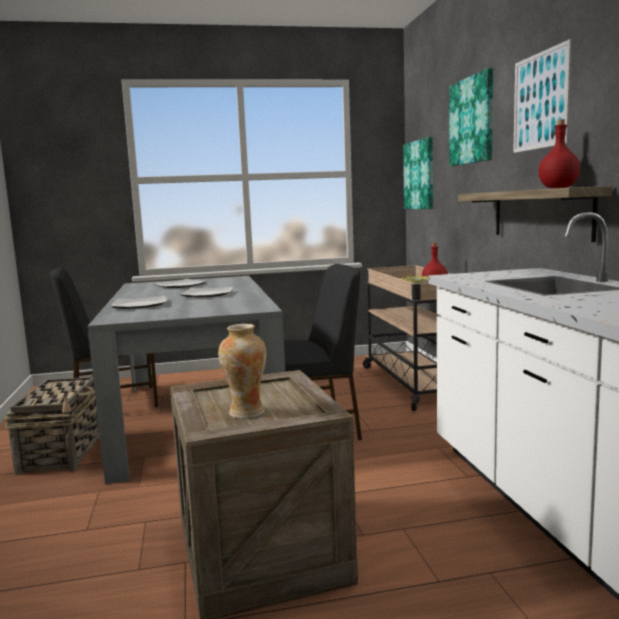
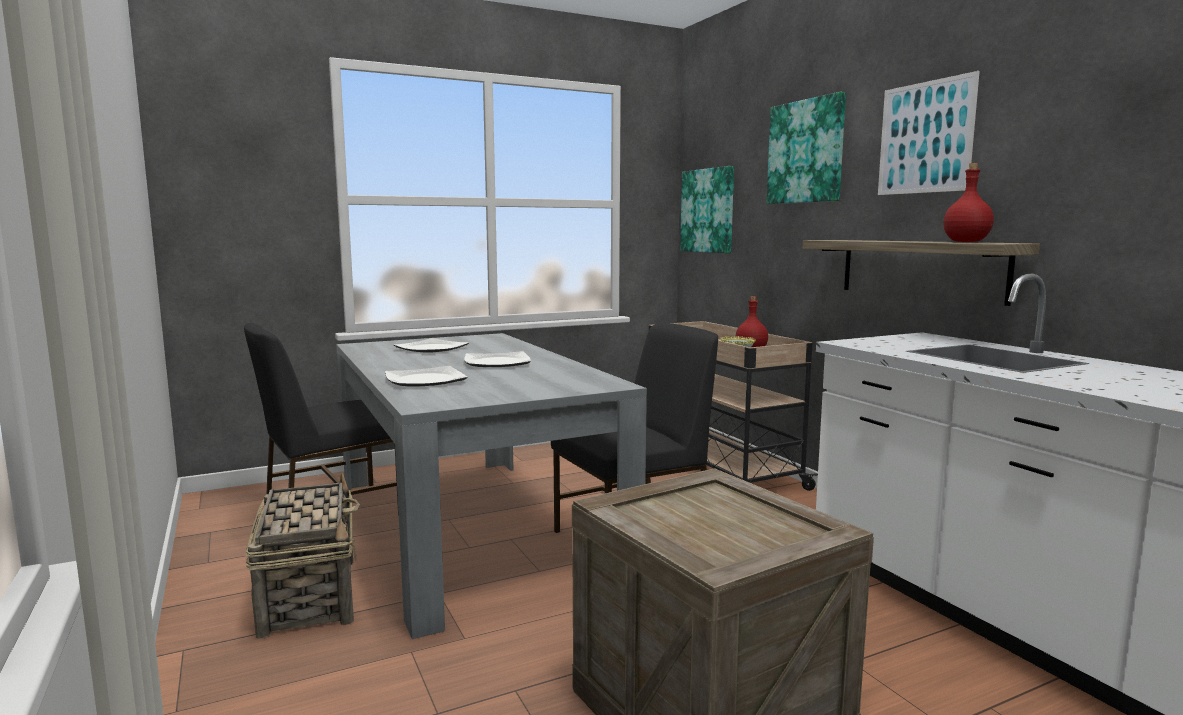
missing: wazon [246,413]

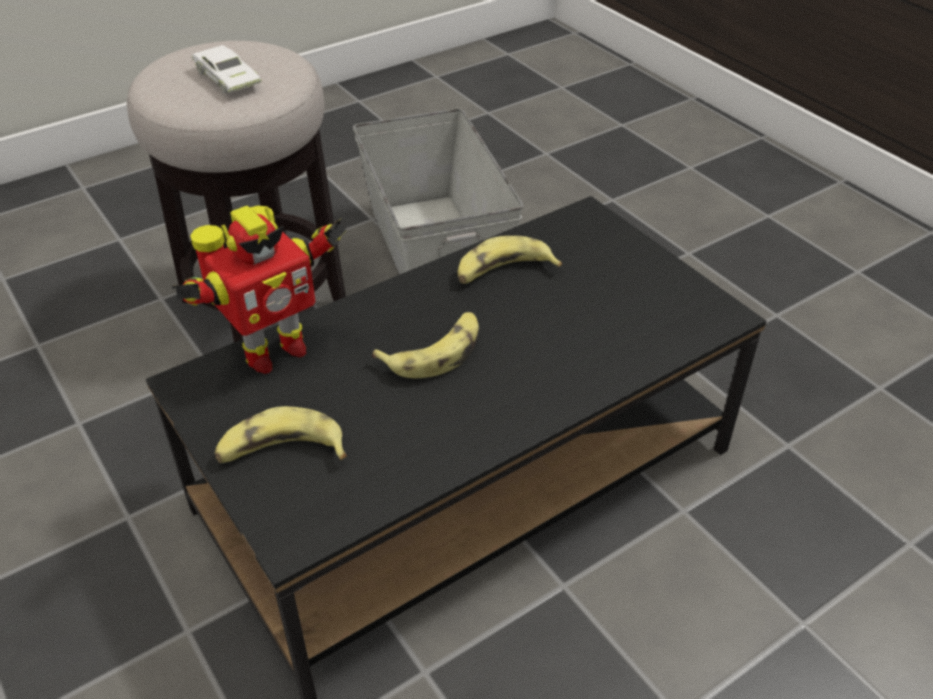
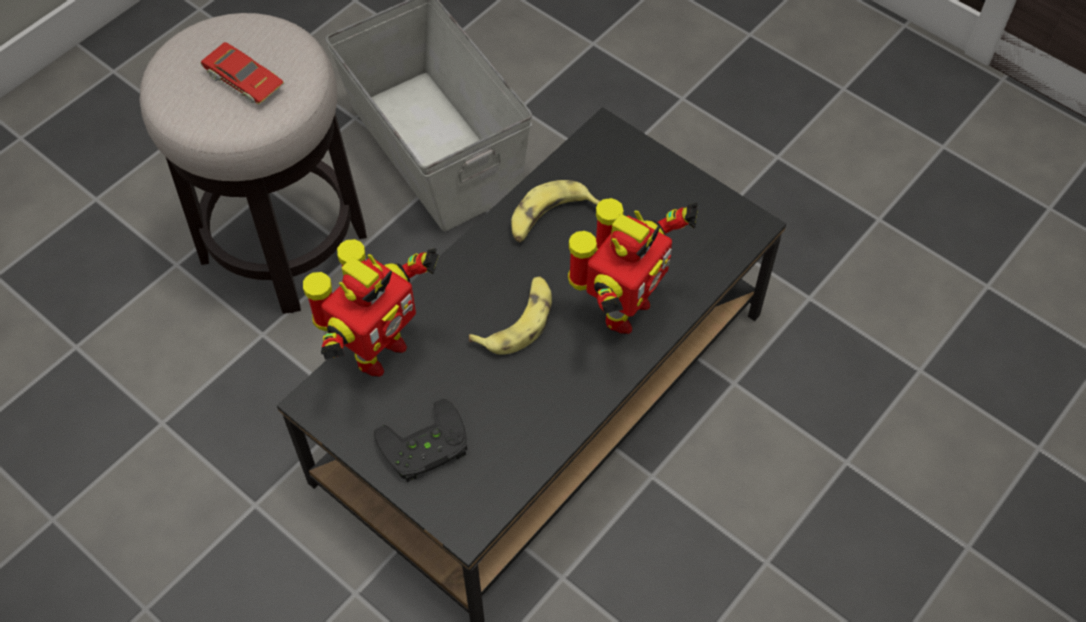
appeared: robot zabawkowy [621,311]
exchanged: banan [281,451] to pad do gier [czarny] [425,449]
colour: samochodzik [biały] [228,78] to samochodzik [czerwony] [244,80]

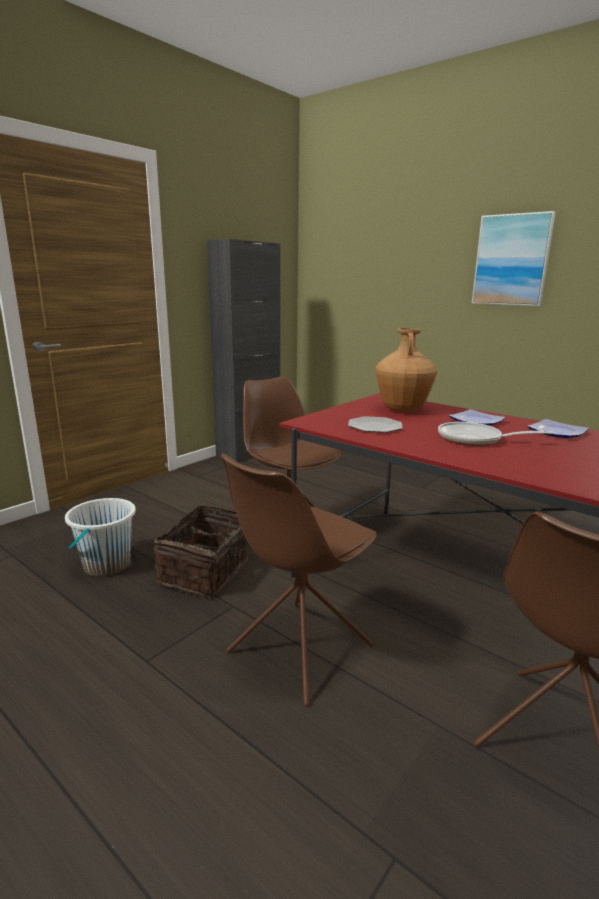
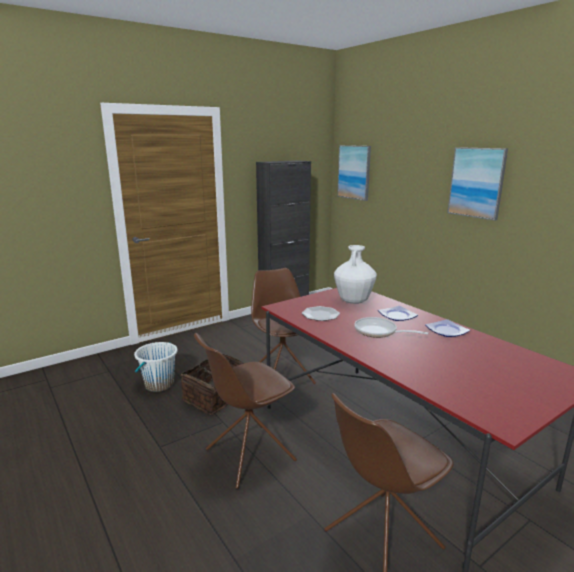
appeared: obraz [354,172]
colour: wazon [brązowy] [402,410] to wazon [biały] [353,301]

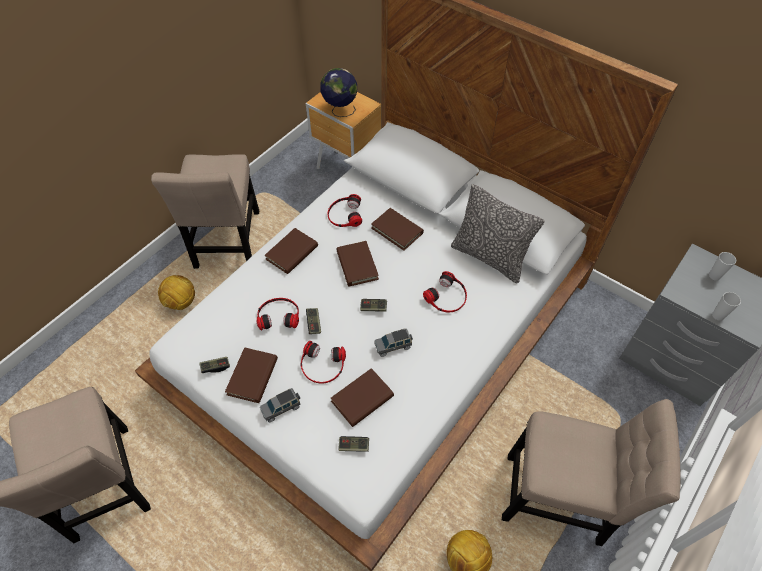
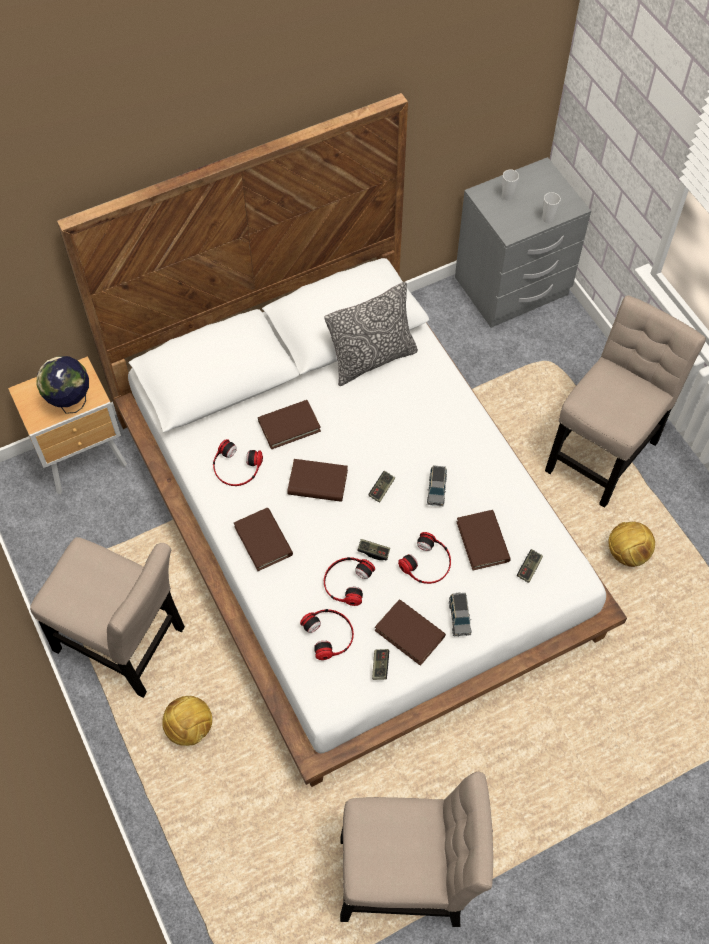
relocated: słuchawki [447,297] to [329,634]

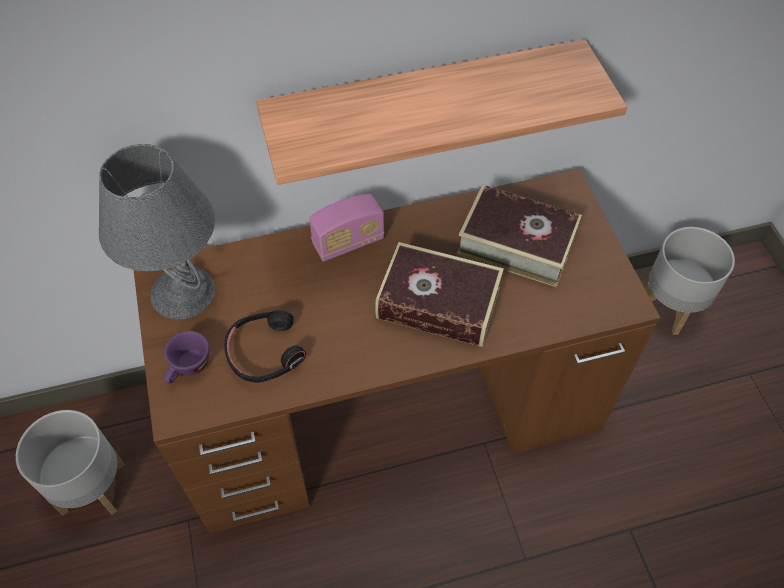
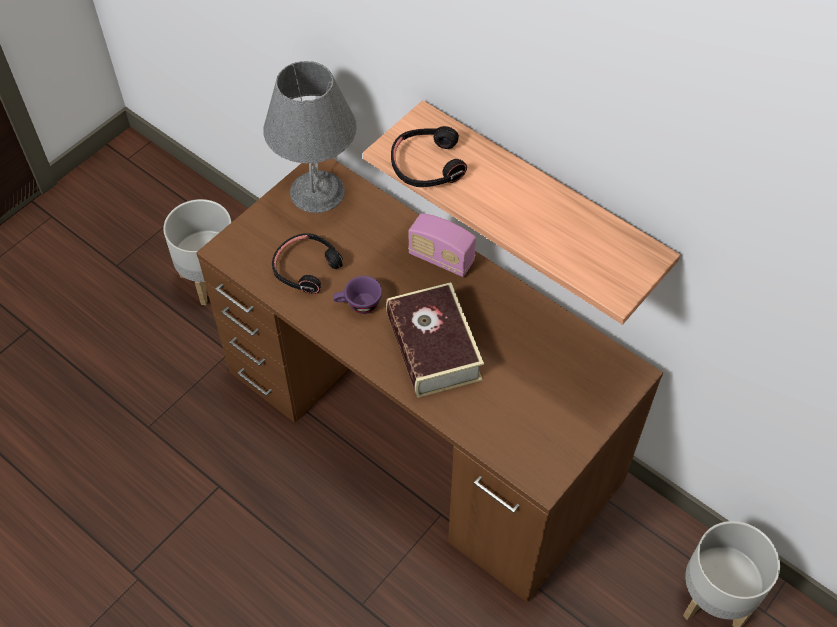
missing: książka [516,244]
appeared: słuchawki [czarny] [427,165]
relocated: filiżanka [fioletowy] [188,368] to [358,305]

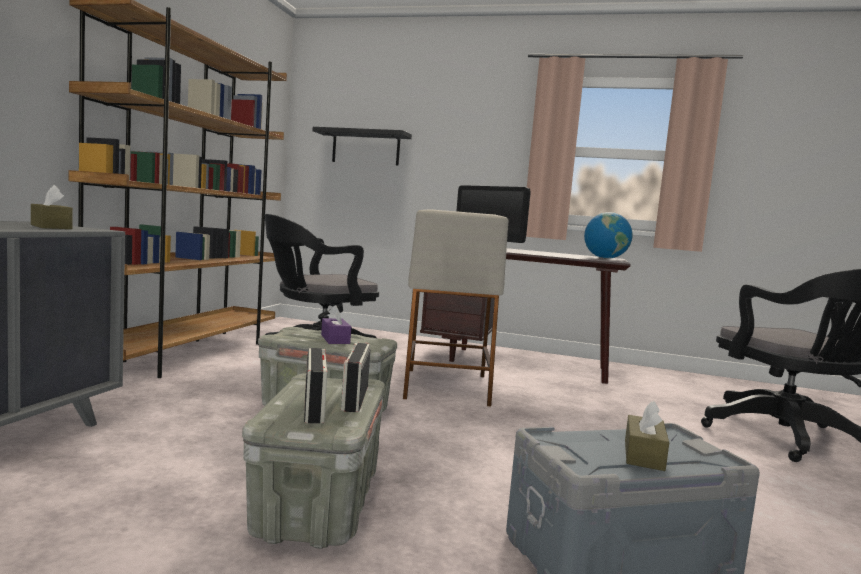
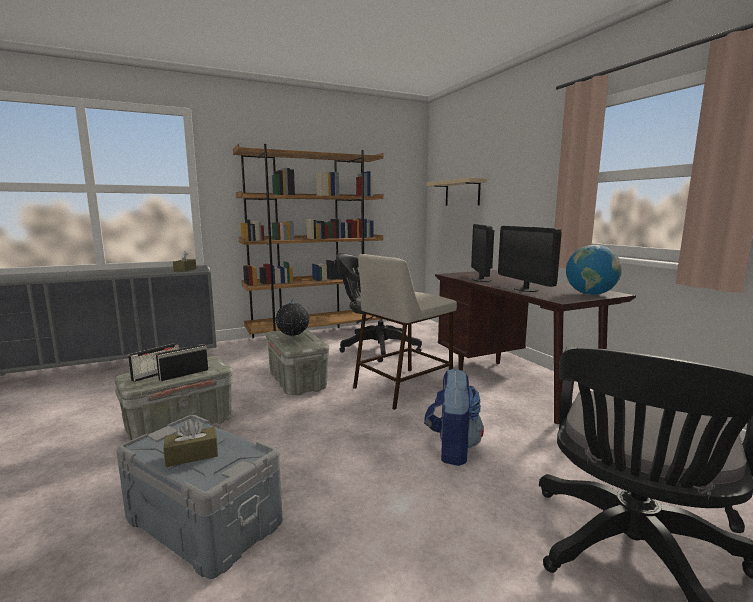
appeared: plecak [452,449]; monitor [526,289]
exchanged: pudełko chusteczek [fioletowy] [335,339] to globus [293,339]
colour: półka [czarny] [366,148] to półka [beżowy] [462,193]

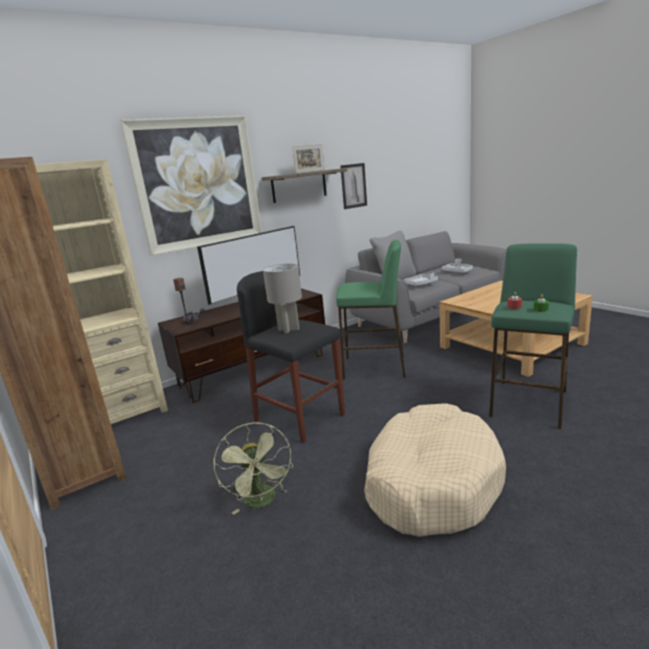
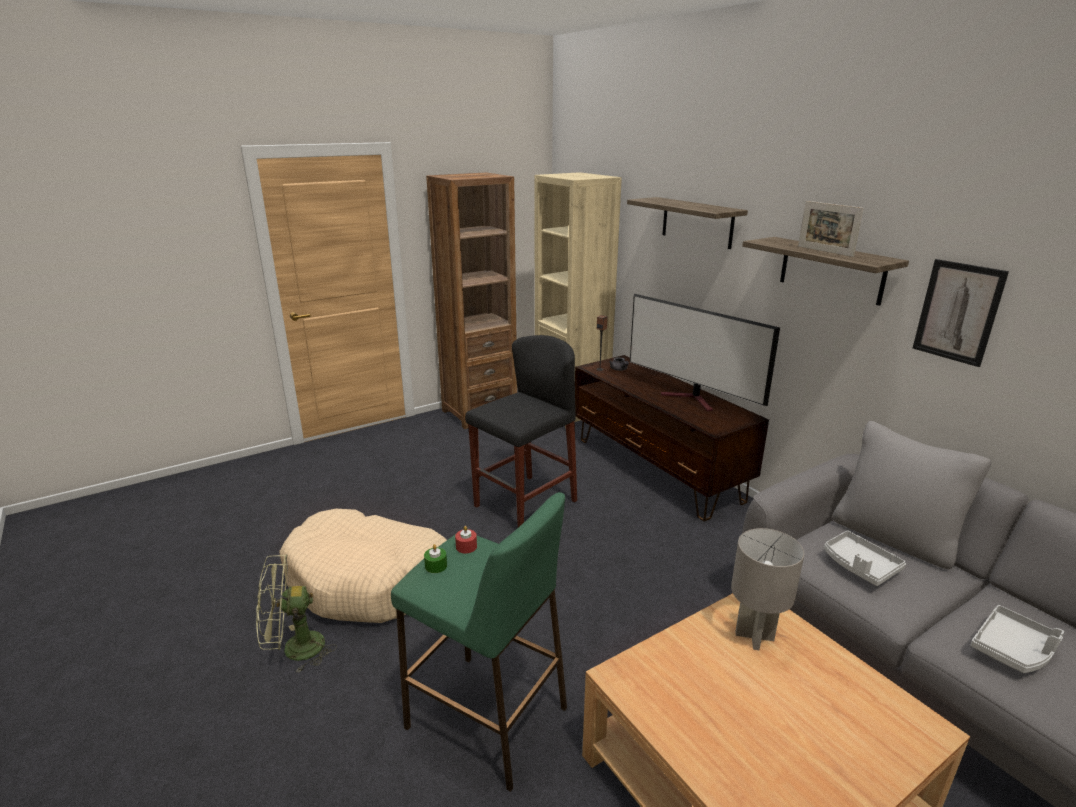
missing: stołek [zielony] [375,367]
relocated: wentylator [zielony] [262,502] to [294,650]; lampa stołowa [szary] [288,329] to [753,636]
exchanged: obraz [197,184] to półka [697,222]

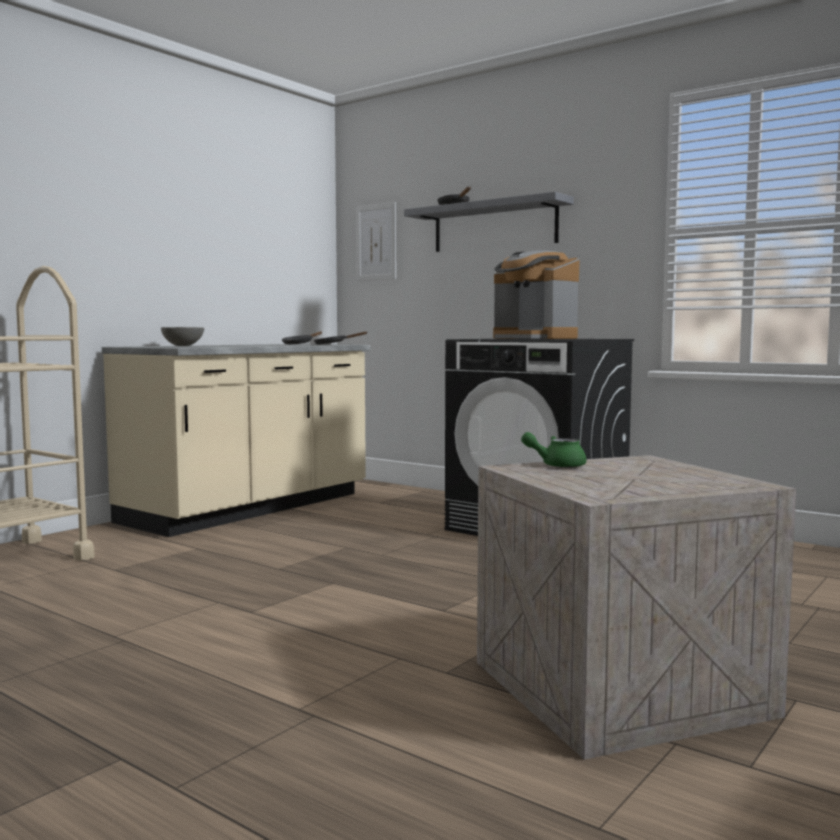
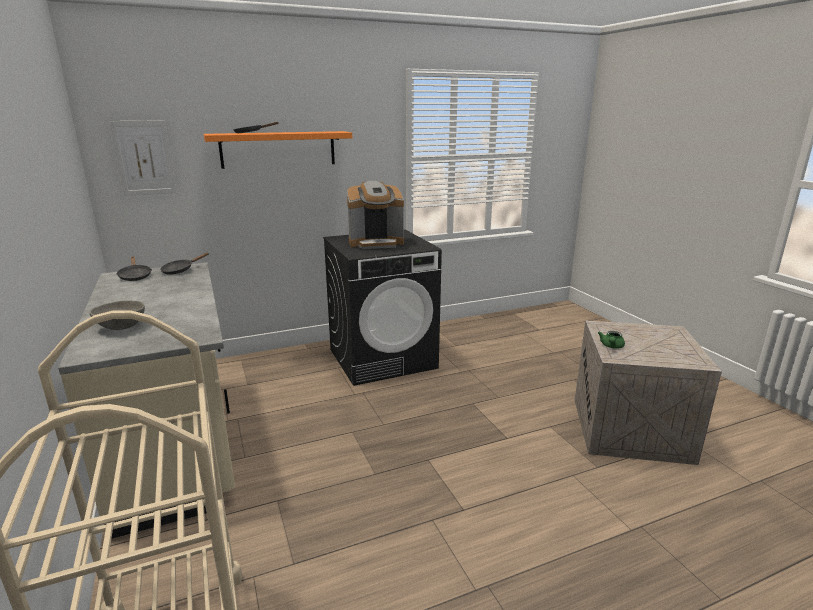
colour: półka [szary] [494,226] to półka [pomarańczowy] [278,149]

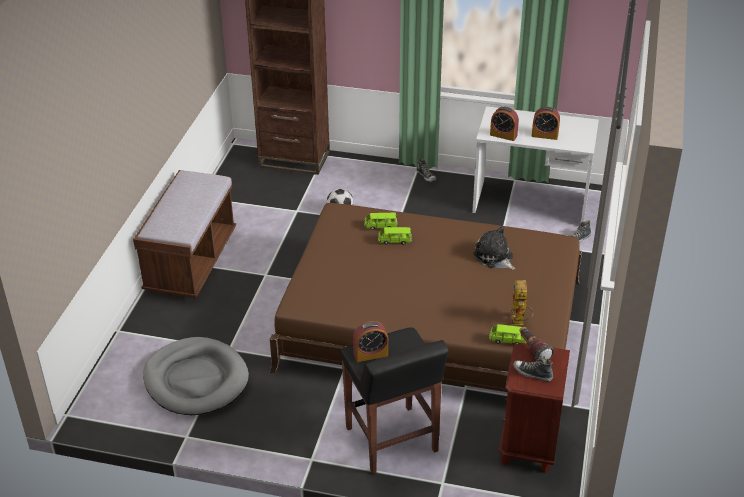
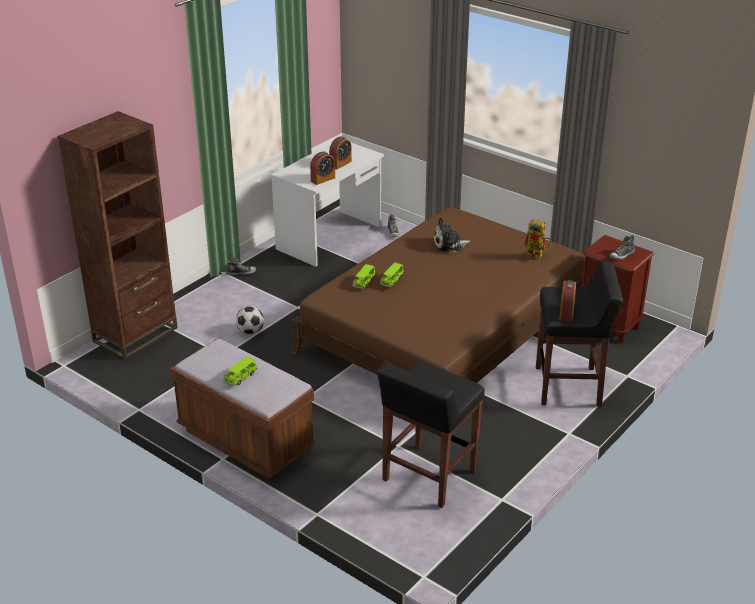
missing: latarka [533,350]
relocated: samochodzik [zielony] [507,340] to [240,377]
exchanged: legowisko [szary] [196,380] to stołek [czarny] [428,476]

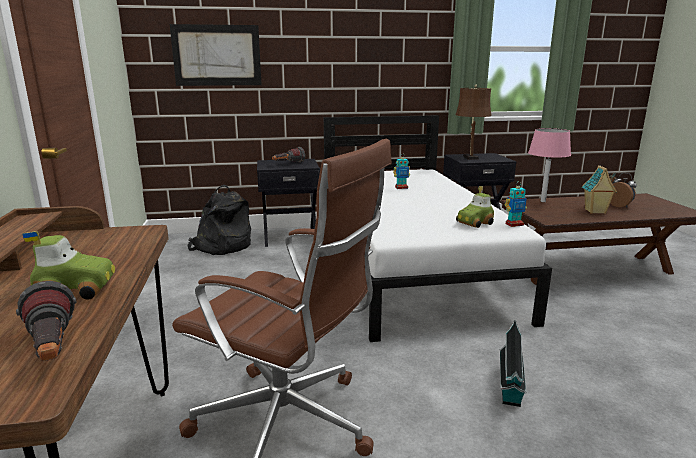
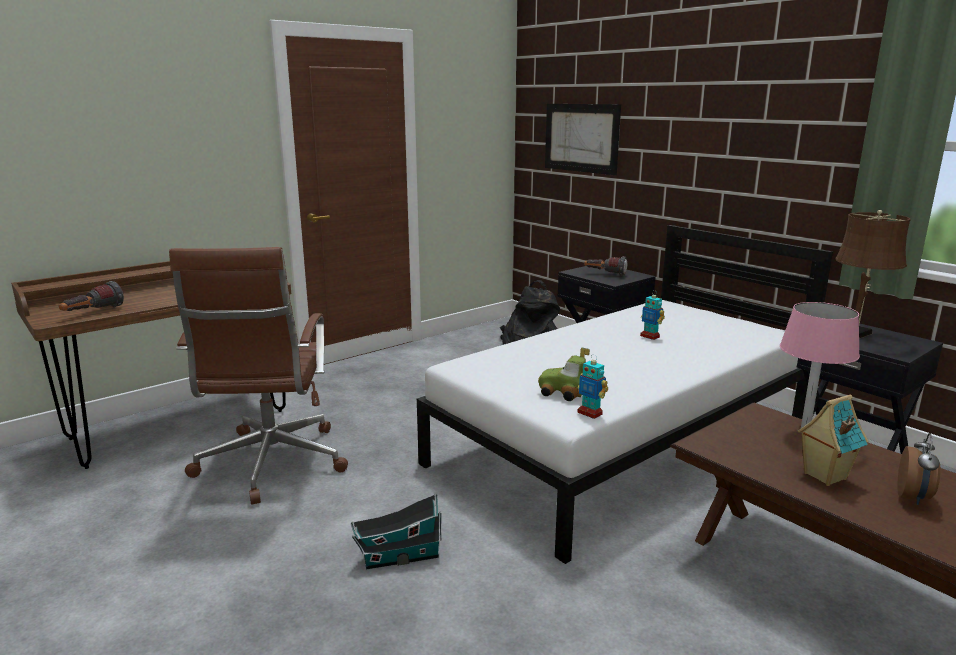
missing: samochodzik [77,290]

